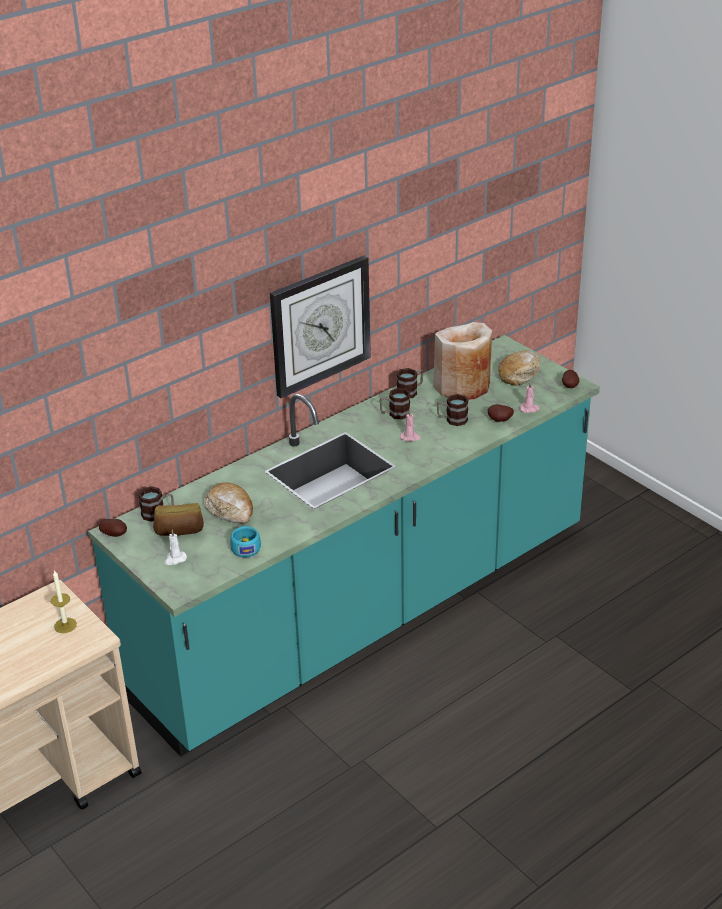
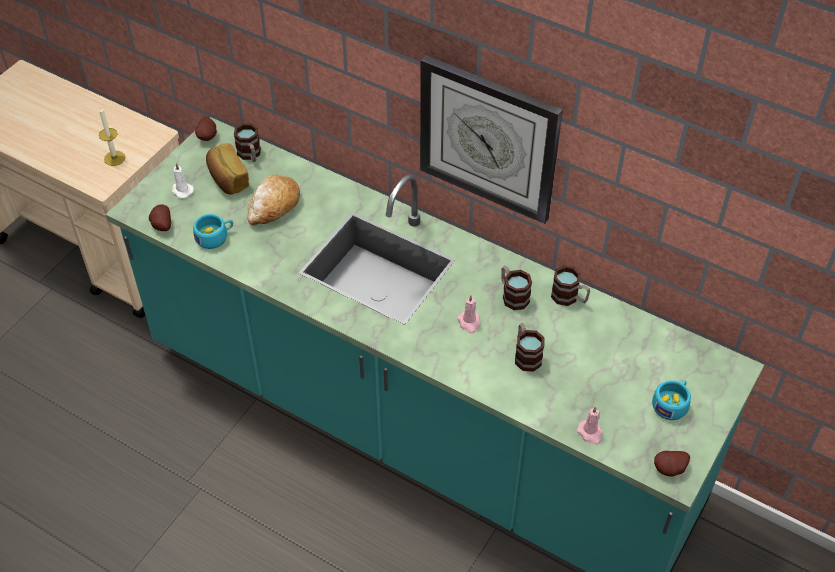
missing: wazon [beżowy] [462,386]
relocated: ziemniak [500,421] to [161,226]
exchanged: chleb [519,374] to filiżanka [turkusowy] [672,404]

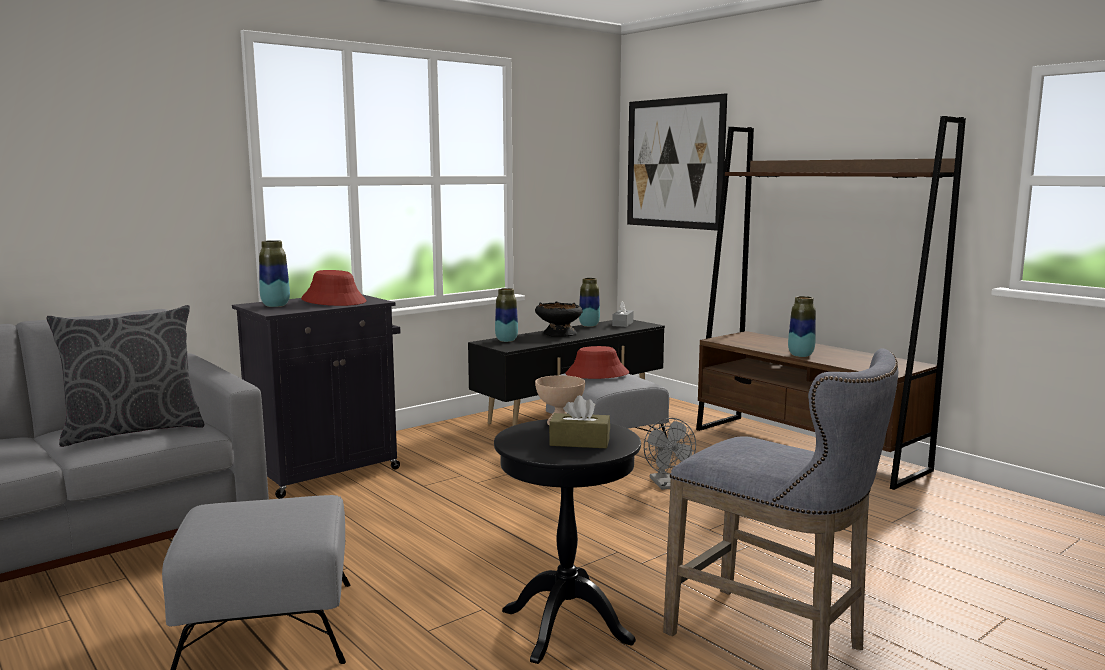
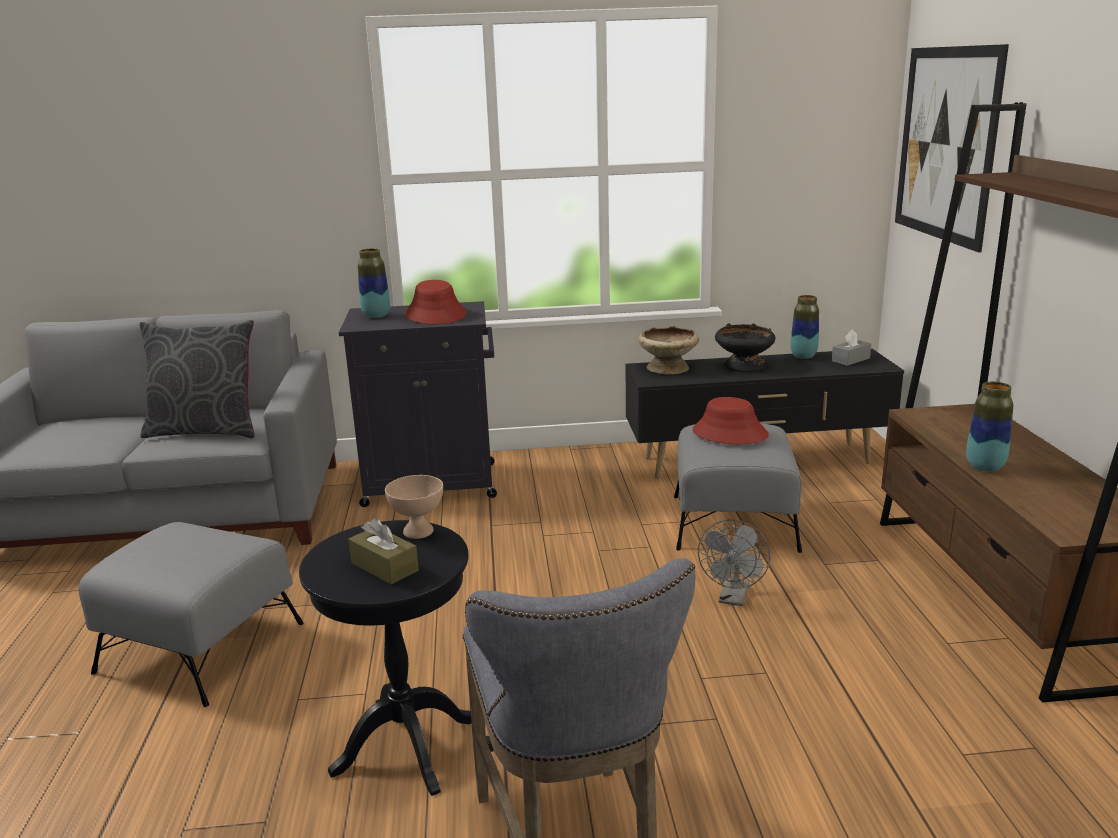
exchanged: wazon [506,340] to miska [beżowy] [668,368]

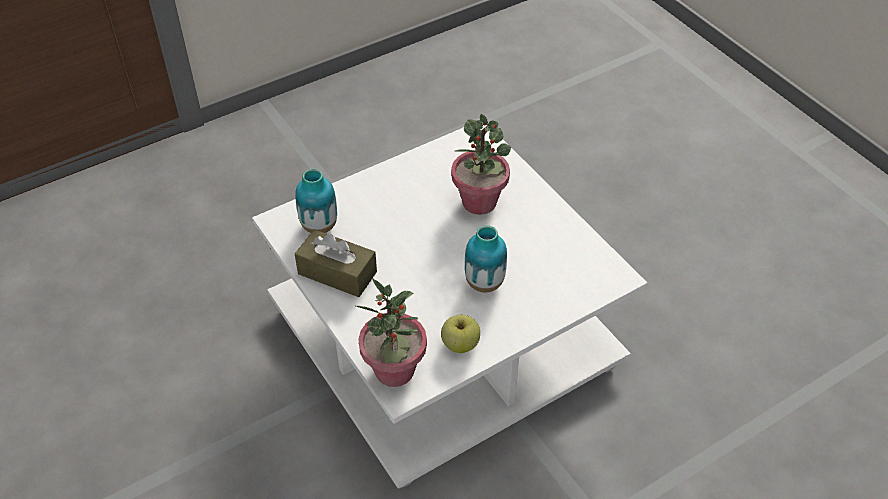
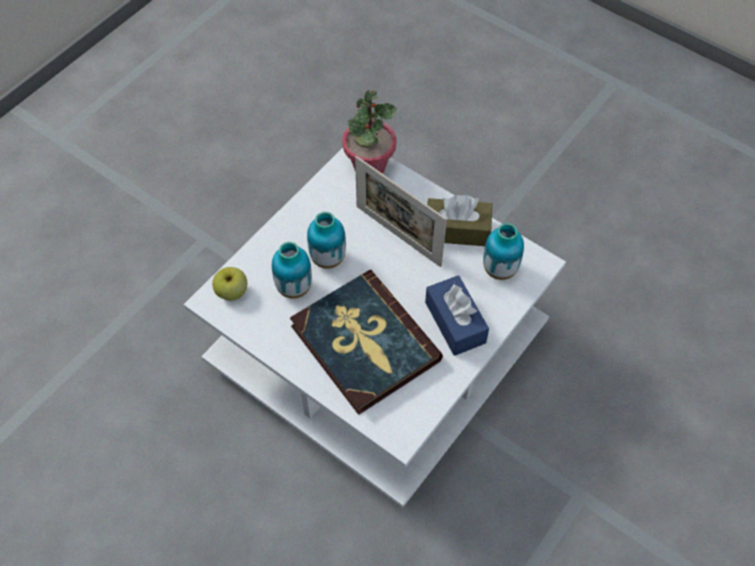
appeared: wazon [294,288]; ramka na zdjęcie [398,236]; pudełko chusteczek [niebieski] [455,322]
relocated: jabłko [460,344] to [232,292]
exchanged: roślina doniczkowa [479,202] to książka [364,344]

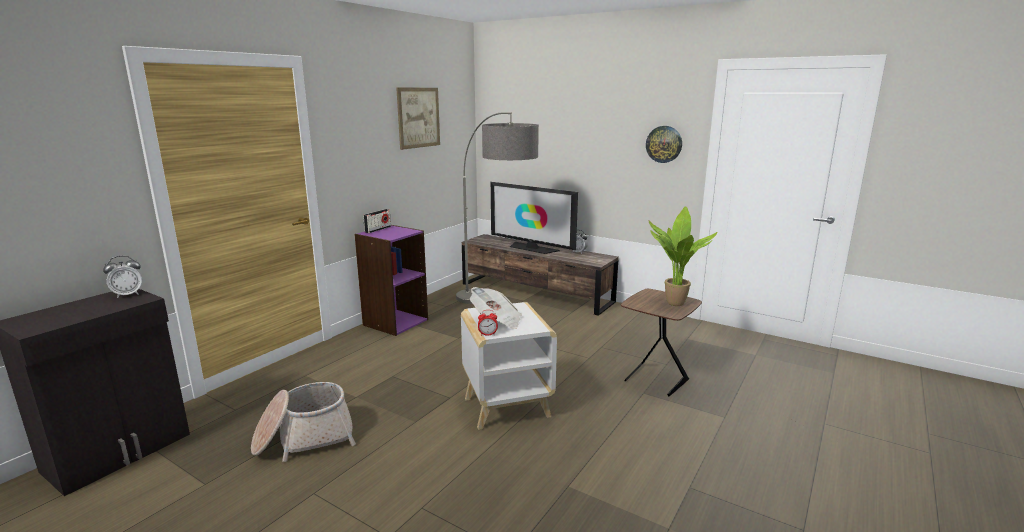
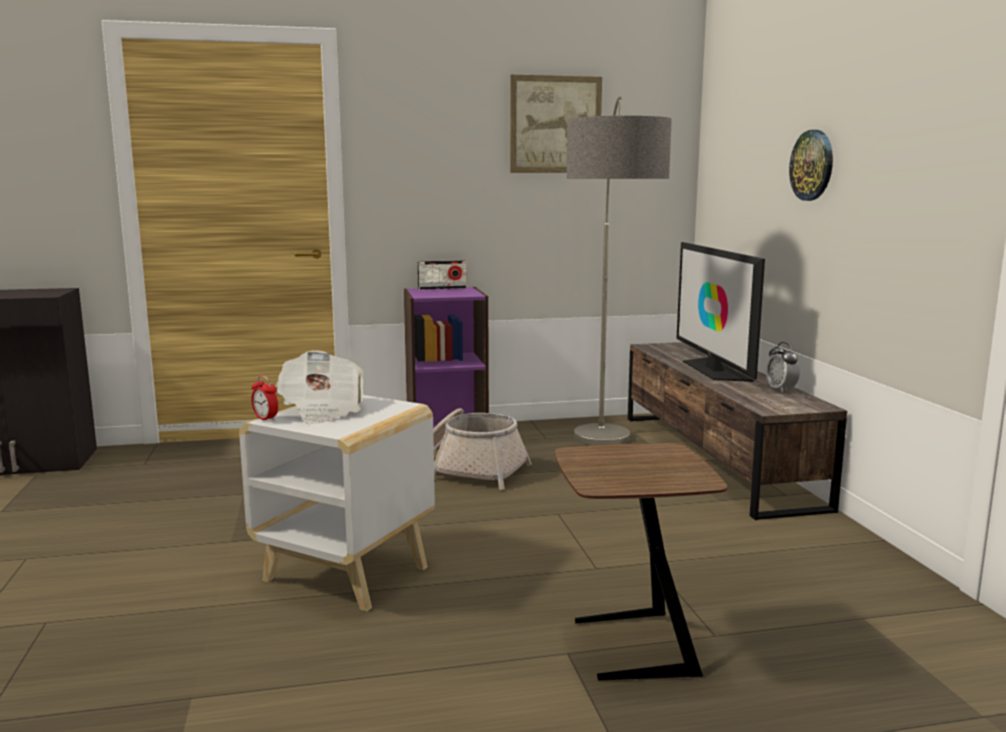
missing: budzik [128,294]; roślina doniczkowa [672,303]
relocated: koszyk [304,438] to [468,470]; zegar ścienny [664,144] to [812,165]

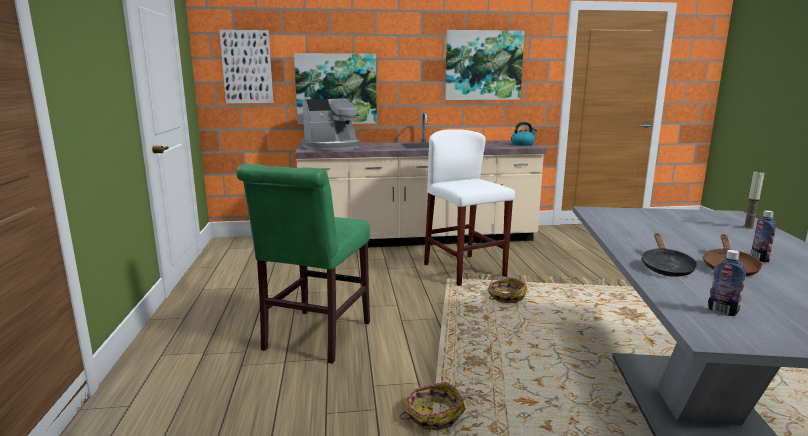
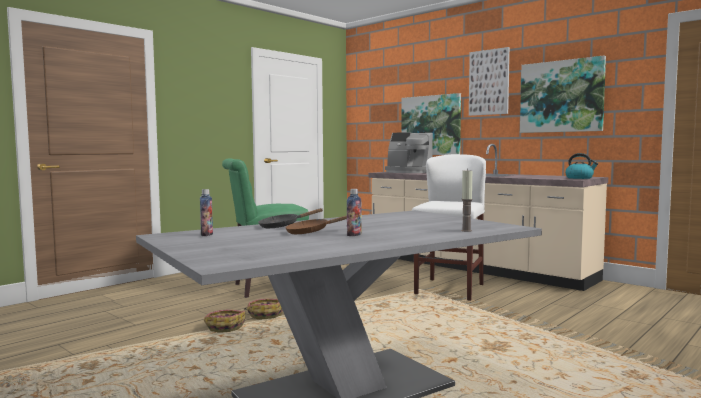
relocated: koszyk [506,297] to [265,314]; obraz [247,67] to [489,82]

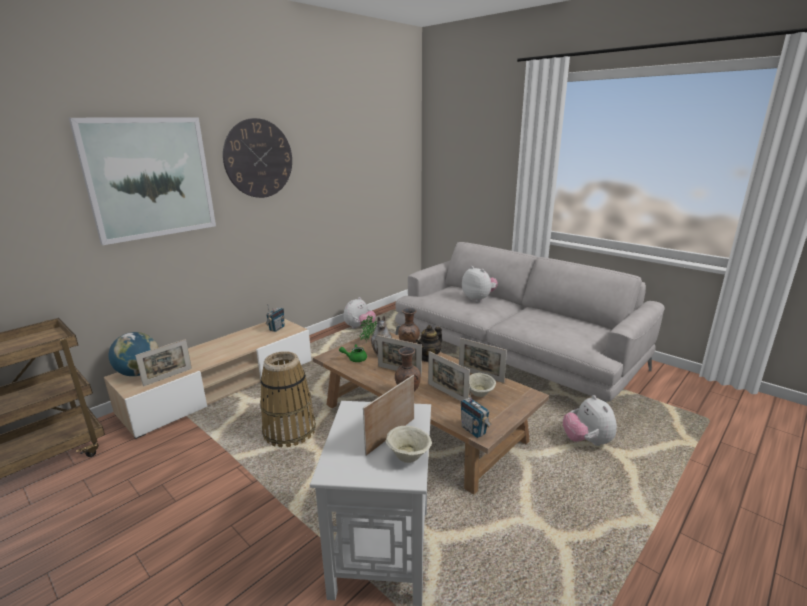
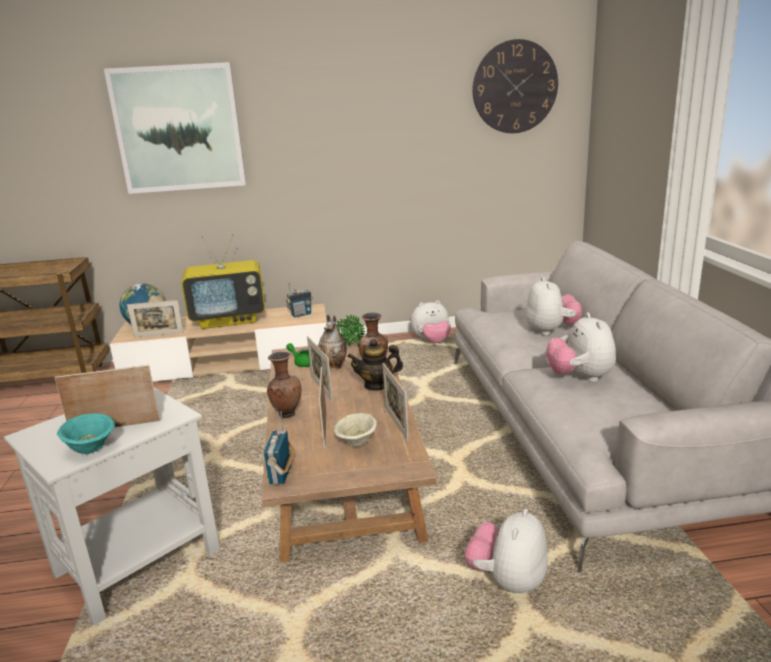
missing: koszyk [289,431]
appeared: telewizor [229,320]; pluszak [580,377]
relocated: zegar ścienny [258,158] to [515,87]
colour: miska [beżowy] [408,456] to miska [turkusowy] [91,448]

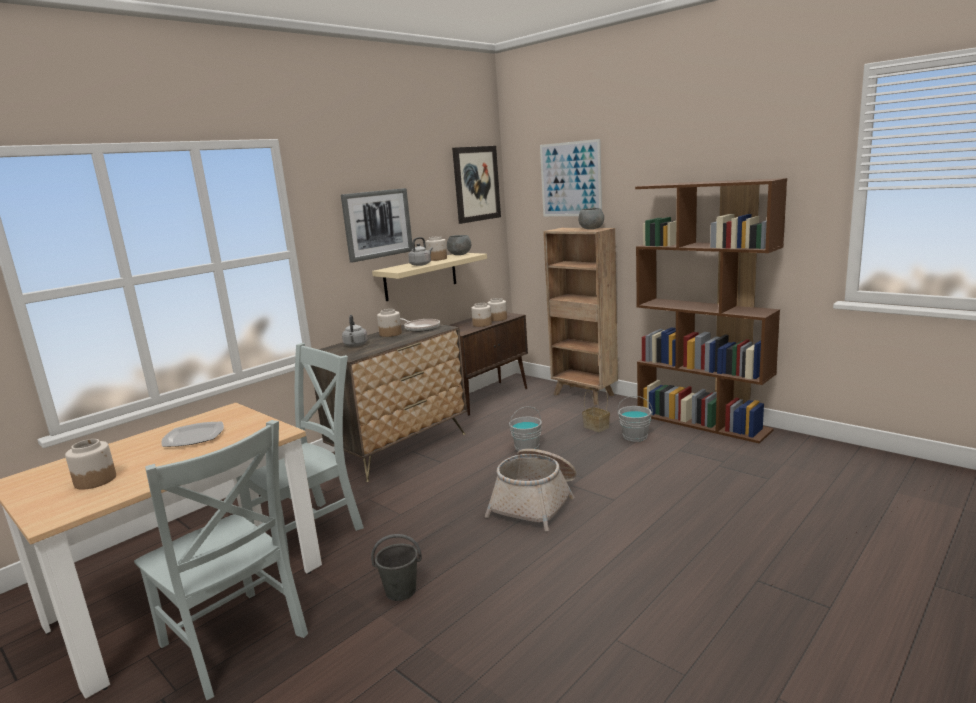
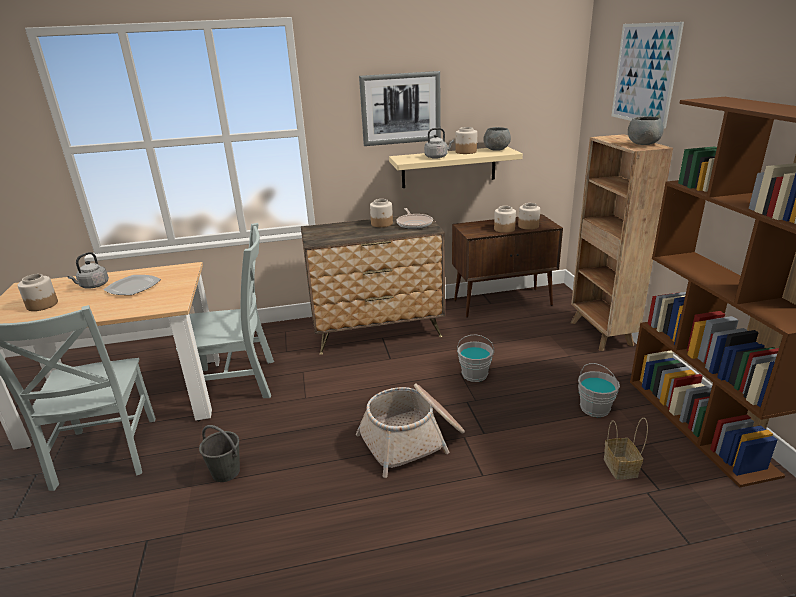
missing: obraz [476,184]
relocated: czajnik [szary] [355,345] to [93,286]; koszyk [597,427] to [621,468]

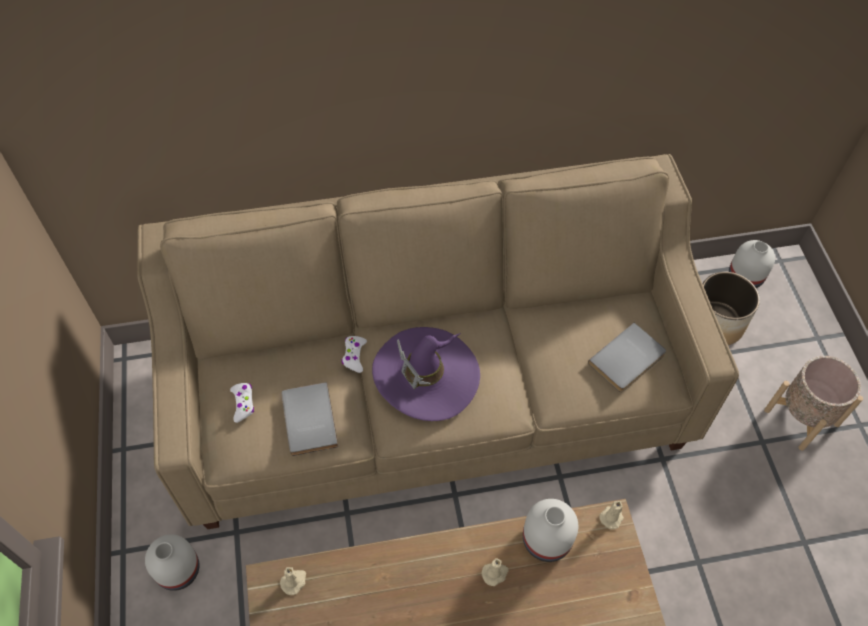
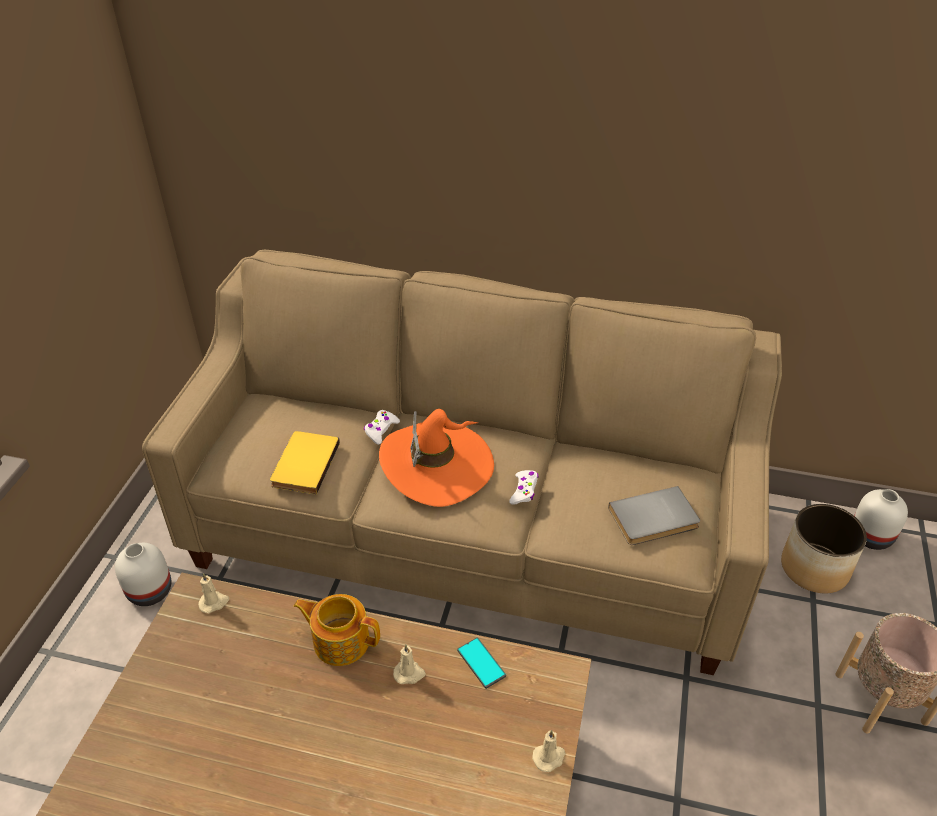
appeared: imbryk [340,640]
relocated: pad do gier [biały] [243,403] to [524,490]; świeca [beżowy] [612,516] to [549,757]
exchanged: wazon [biały] [546,539] to telefon [481,663]
colour: książka [szary] [307,420] to książka [żółty] [303,464]; kapelusz [fioletowy] [426,375] to kapelusz [pomarańczowy] [437,465]

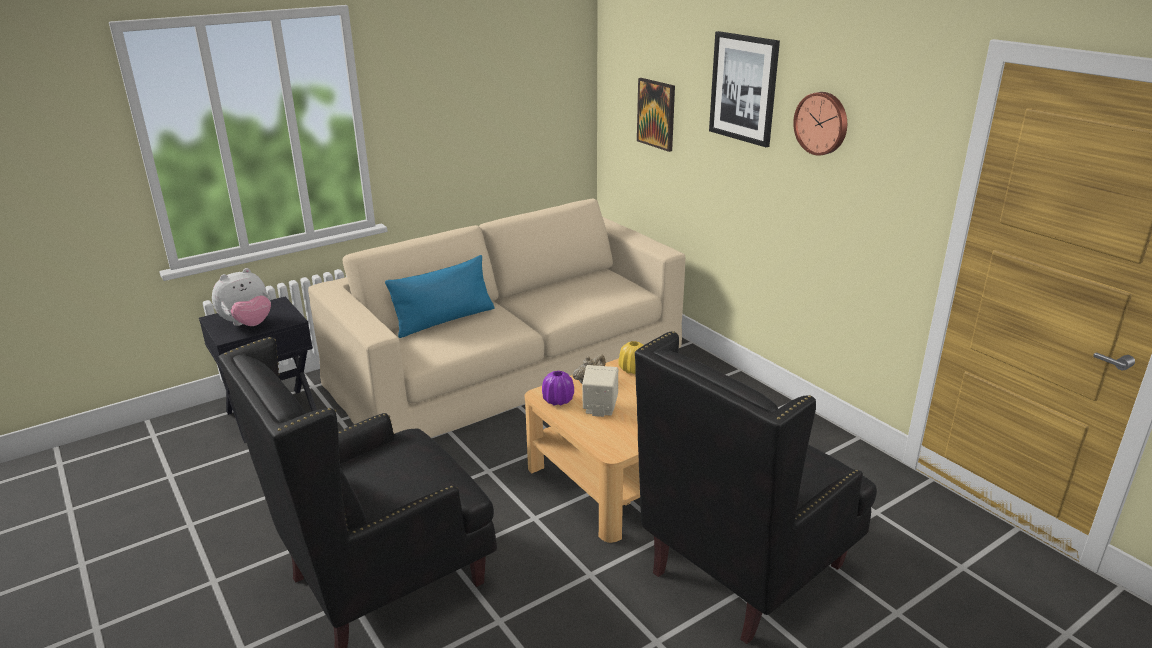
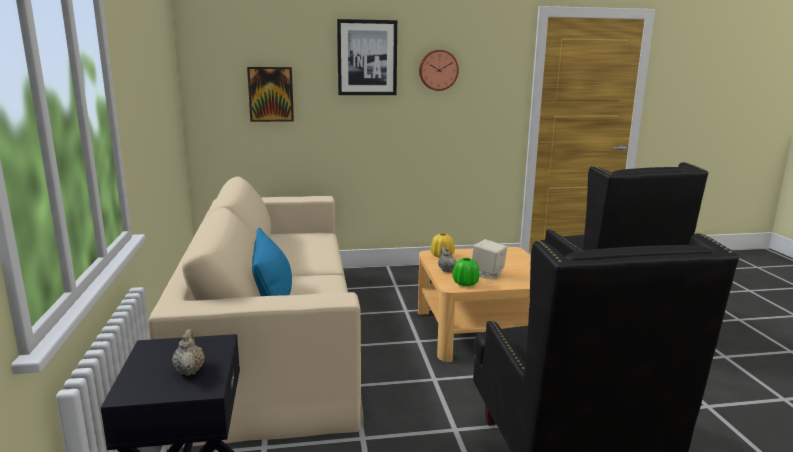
exchanged: pluszak [248,324] to imbryk [beżowy] [189,370]
colour: wazon [fioletowy] [558,400] to wazon [zielony] [465,283]

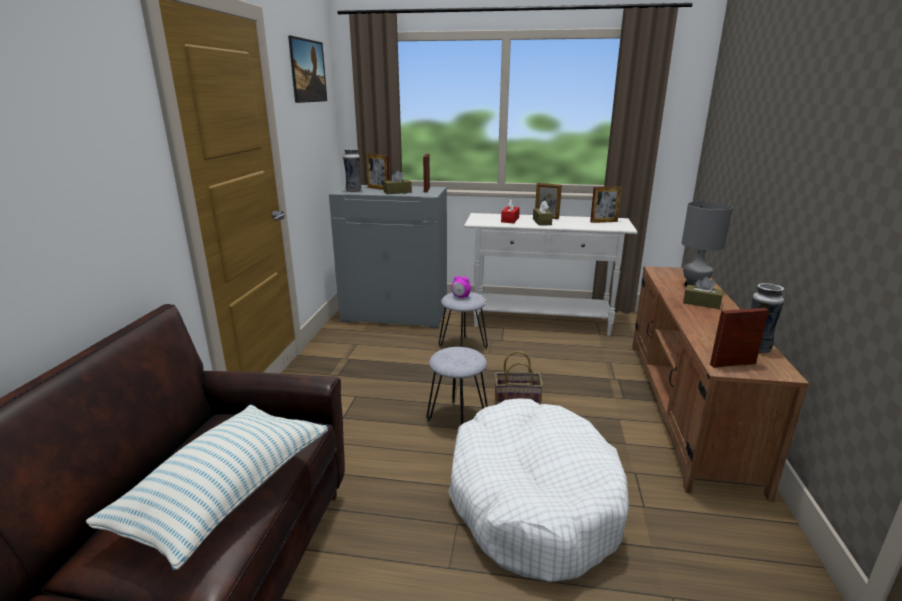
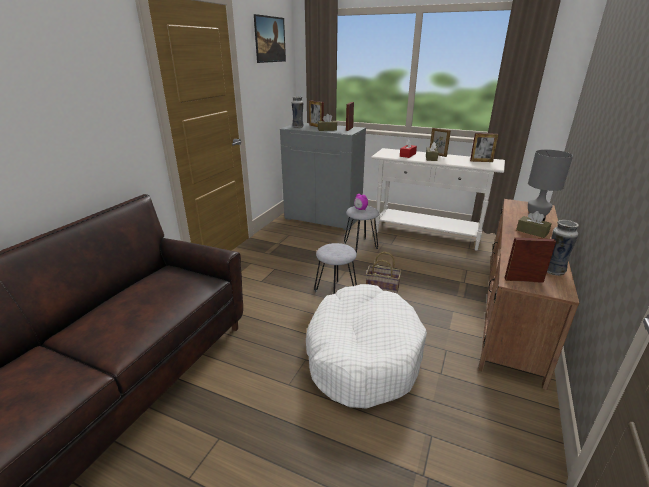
missing: poduszka [226,494]

